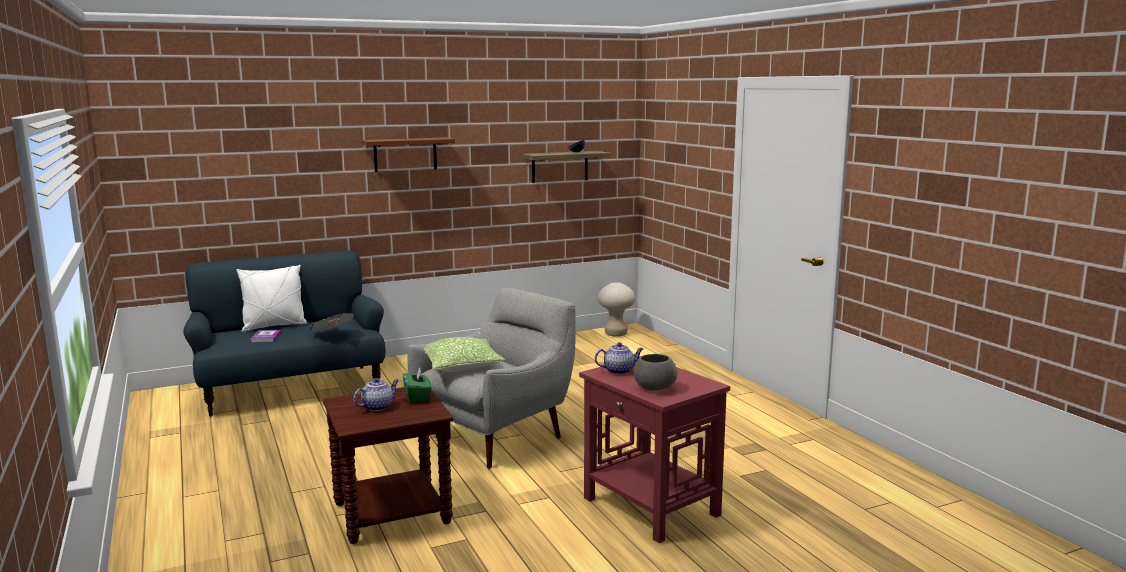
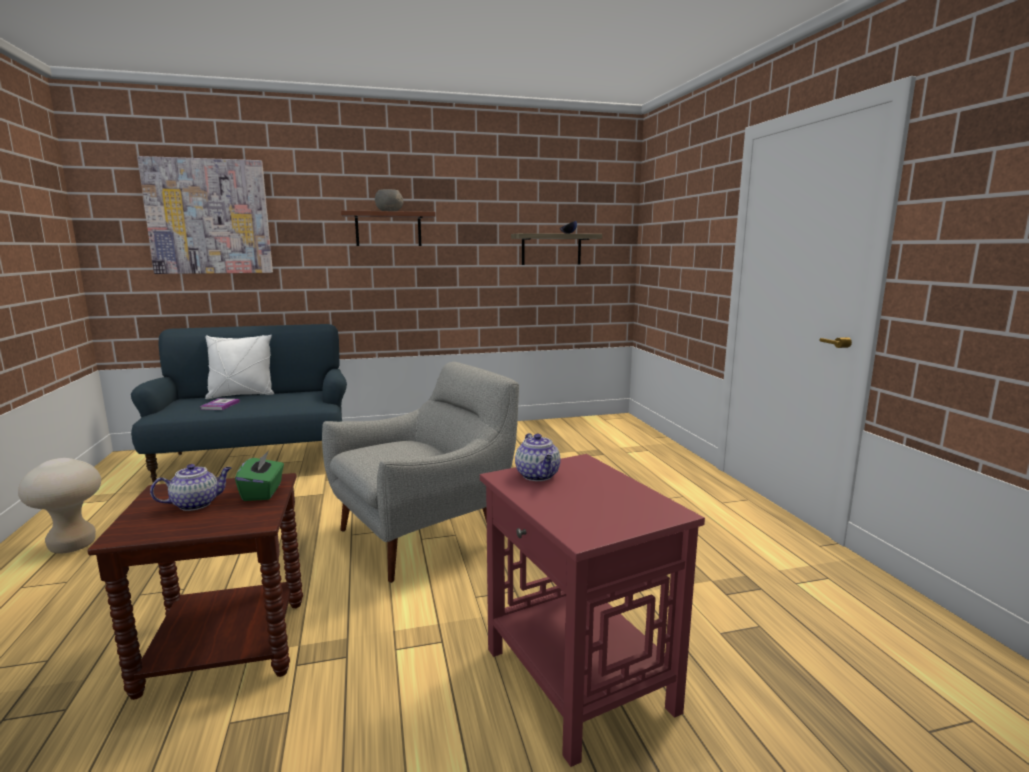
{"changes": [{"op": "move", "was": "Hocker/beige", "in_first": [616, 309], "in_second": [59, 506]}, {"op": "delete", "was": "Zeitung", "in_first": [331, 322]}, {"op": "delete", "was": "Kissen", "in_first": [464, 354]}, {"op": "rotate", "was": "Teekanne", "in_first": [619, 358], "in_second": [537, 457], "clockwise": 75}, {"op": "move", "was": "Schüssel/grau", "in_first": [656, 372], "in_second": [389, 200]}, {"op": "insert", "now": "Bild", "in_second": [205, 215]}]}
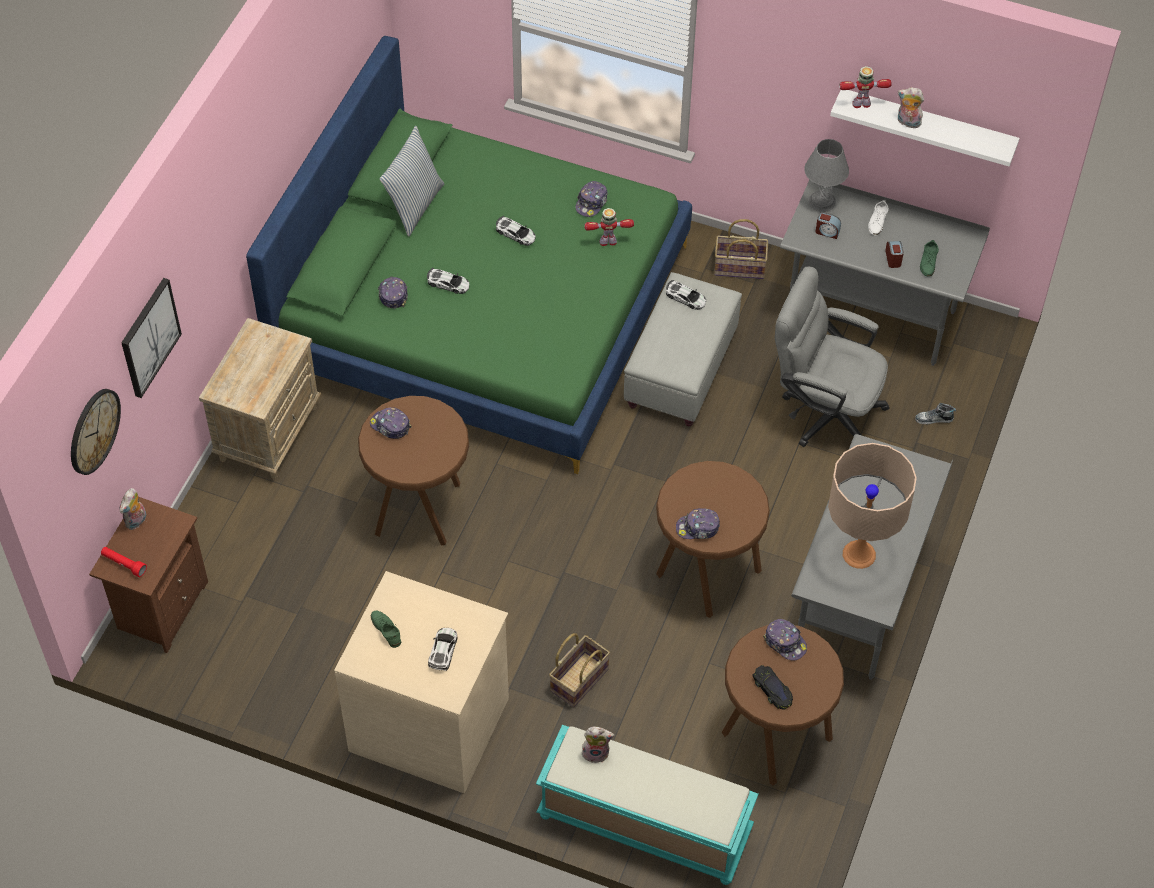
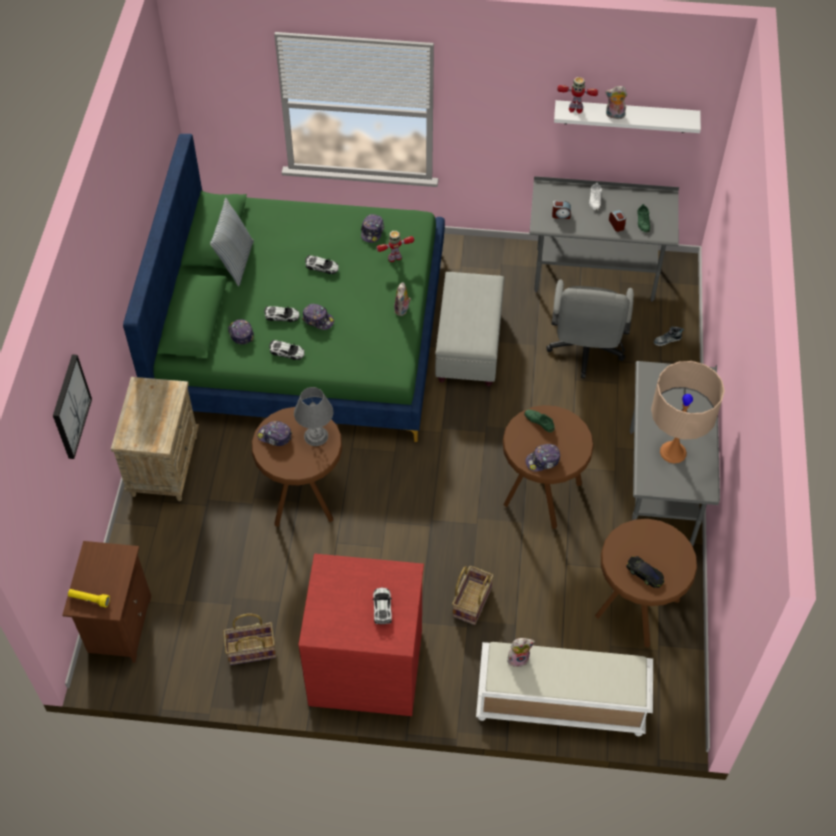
{"changes": [{"op": "rotate", "was": "Spielzeugroboter", "in_first": [865, 87], "in_second": [577, 95], "clockwise": -150}, {"op": "move", "was": "Tischlampe/grau", "in_first": [827, 175], "in_second": [313, 416]}, {"op": "move", "was": "Korb", "in_first": [741, 249], "in_second": [249, 639]}, {"op": "rotate", "was": "Bürostuhl/grau", "in_first": [832, 357], "in_second": [590, 329], "clockwise": -90}, {"op": "move", "was": "Spielzeugauto", "in_first": [686, 295], "in_second": [287, 350]}, {"op": "delete", "was": "Wanduhr", "in_first": [96, 432]}, {"op": "move", "was": "Plüschtier", "in_first": [132, 509], "in_second": [402, 299]}, {"op": "recolor", "was": "Taschenlampe/rot", "now": "Taschenlampe/gelb", "in_first": [124, 562], "in_second": [89, 598]}, {"op": "recolor", "was": "Kommode/beige", "now": "Kommode/rot", "in_first": [421, 682], "in_second": [361, 635]}, {"op": "move", "was": "Schuh/grün", "in_first": [386, 629], "in_second": [539, 421]}, {"op": "move", "was": "Kappe", "in_first": [785, 639], "in_second": [318, 317]}, {"op": "recolor", "was": "Bank/türkis", "now": "Bank/weiß", "in_first": [647, 805], "in_second": [564, 689]}]}
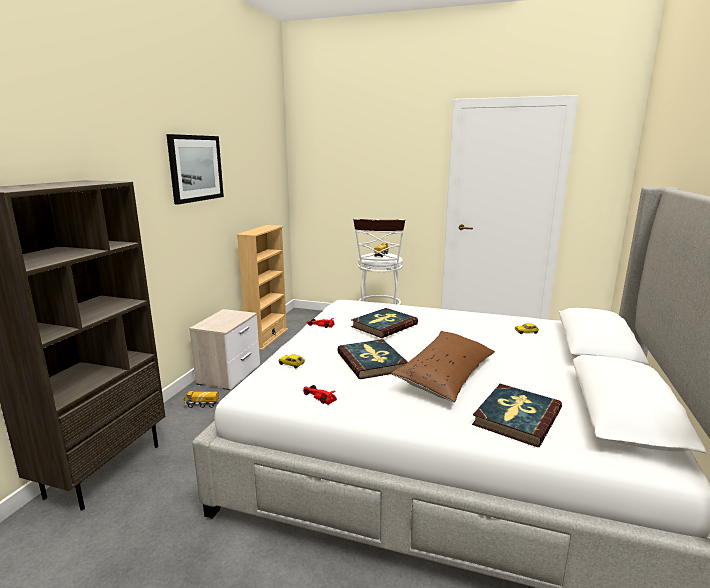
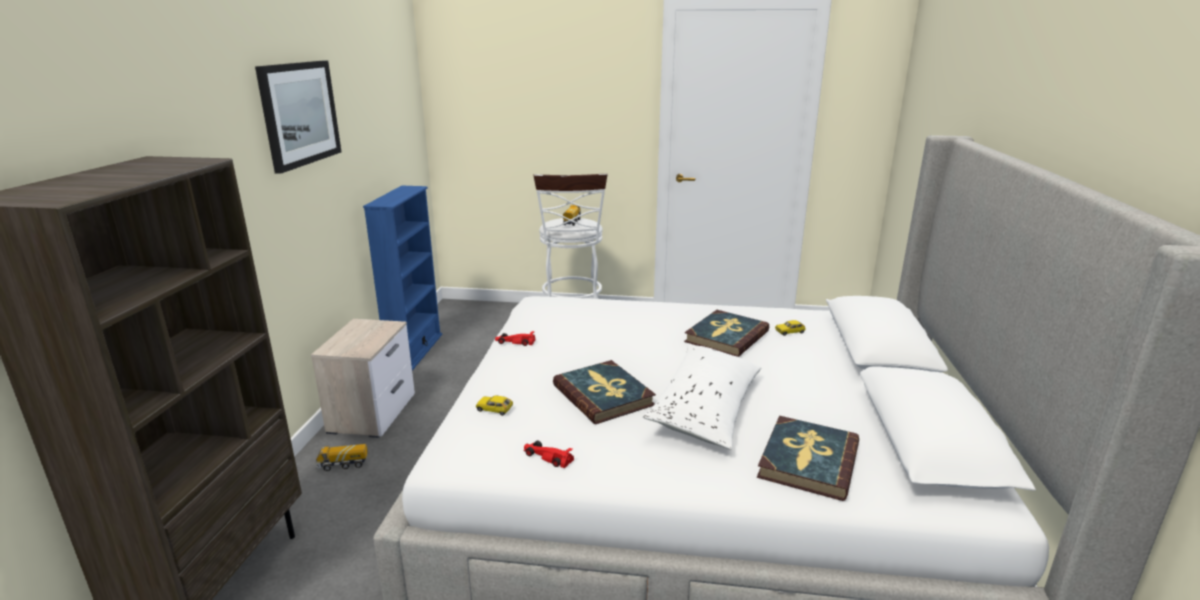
{"changes": [{"op": "recolor", "was": "Bücherregal/beige", "now": "Bücherregal/blau", "in_first": [262, 287], "in_second": [402, 278]}, {"op": "move", "was": "Buch", "in_first": [384, 323], "in_second": [726, 333]}, {"op": "recolor", "was": "Kissen/braun", "now": "Kissen/weiß", "in_first": [443, 366], "in_second": [702, 396]}]}
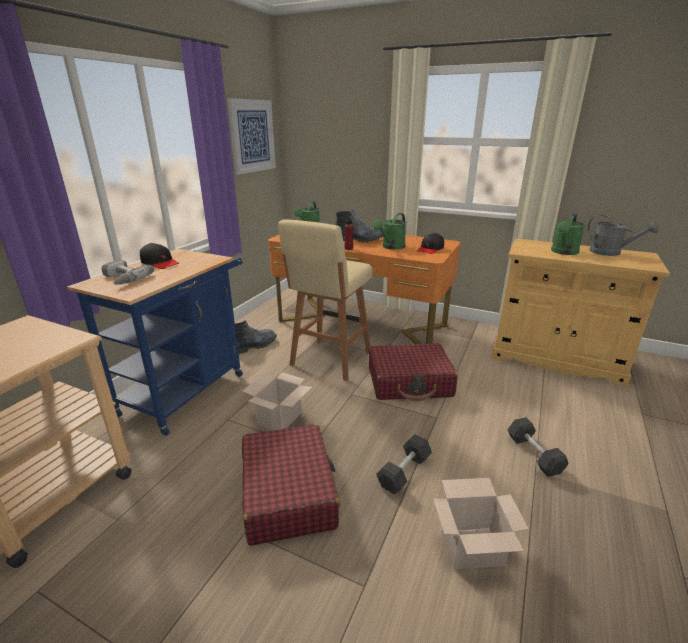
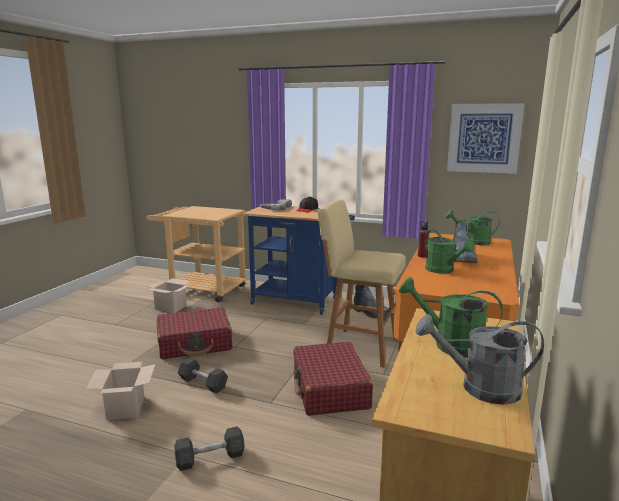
{"changes": [{"op": "rotate", "was": "Gießkanne/grün", "in_first": [389, 231], "in_second": [450, 252], "clockwise": -150}, {"op": "rotate", "was": "Gießkanne/grau", "in_first": [623, 235], "in_second": [480, 359], "clockwise": 60}, {"op": "delete", "was": "Kappe/schwarz", "in_first": [430, 243]}, {"op": "move", "was": "Karton", "in_first": [277, 401], "in_second": [169, 295]}]}
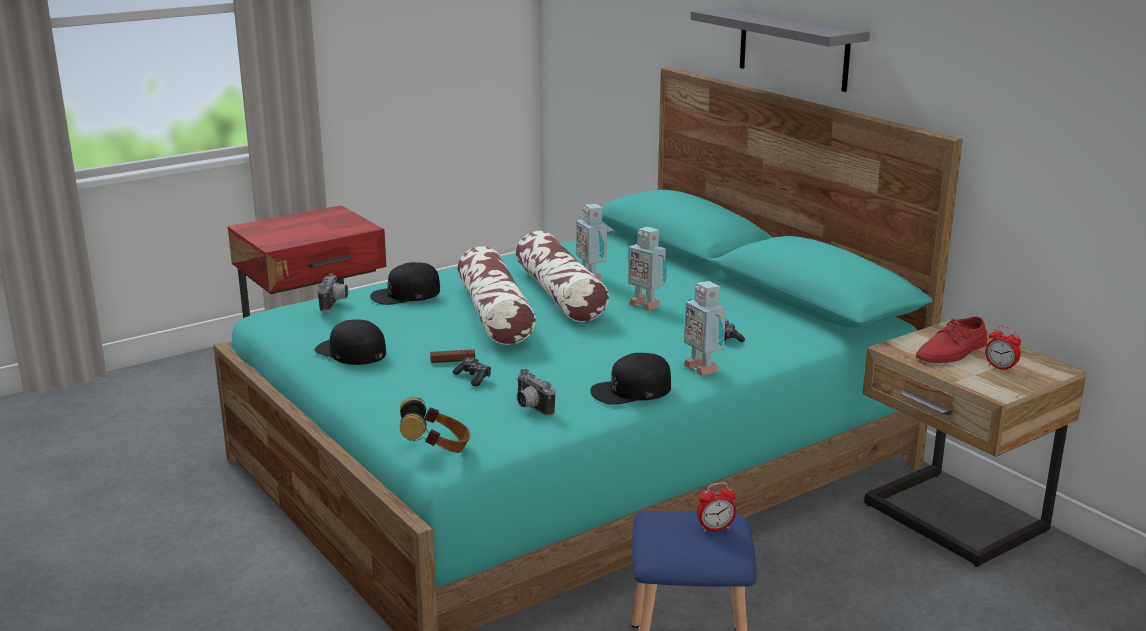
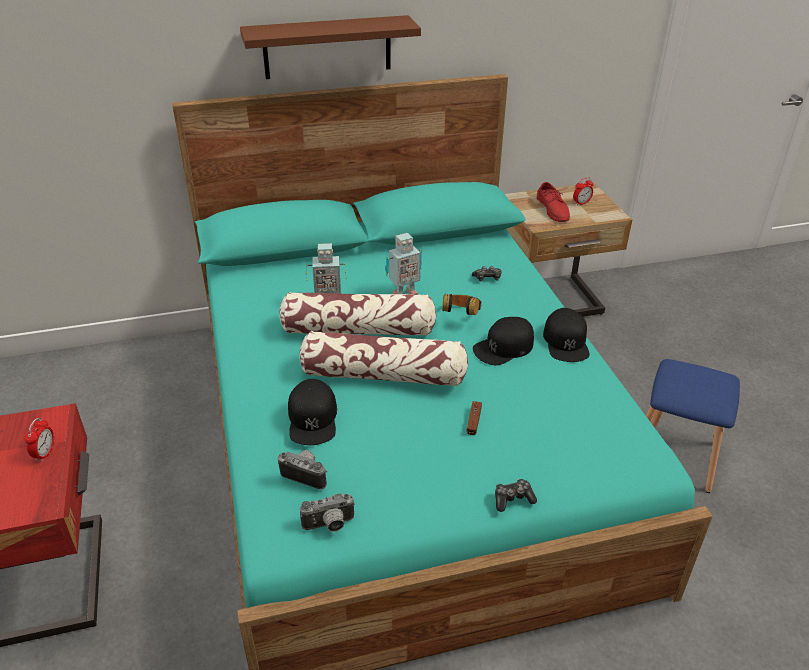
{"changes": [{"op": "recolor", "was": "Wandregal/grau", "now": "Wandregal/braun", "in_first": [780, 49], "in_second": [330, 47]}, {"op": "delete", "was": "Spielzeugroboter", "in_first": [705, 328]}, {"op": "move", "was": "Kappe/schwarz", "in_first": [350, 342], "in_second": [503, 341]}, {"op": "move", "was": "Gamepad", "in_first": [472, 371], "in_second": [516, 495]}, {"op": "move", "was": "Kamera", "in_first": [536, 392], "in_second": [327, 512]}, {"op": "move", "was": "Kopfhörer", "in_first": [435, 425], "in_second": [462, 305]}, {"op": "move", "was": "Wecker", "in_first": [716, 507], "in_second": [39, 440]}]}
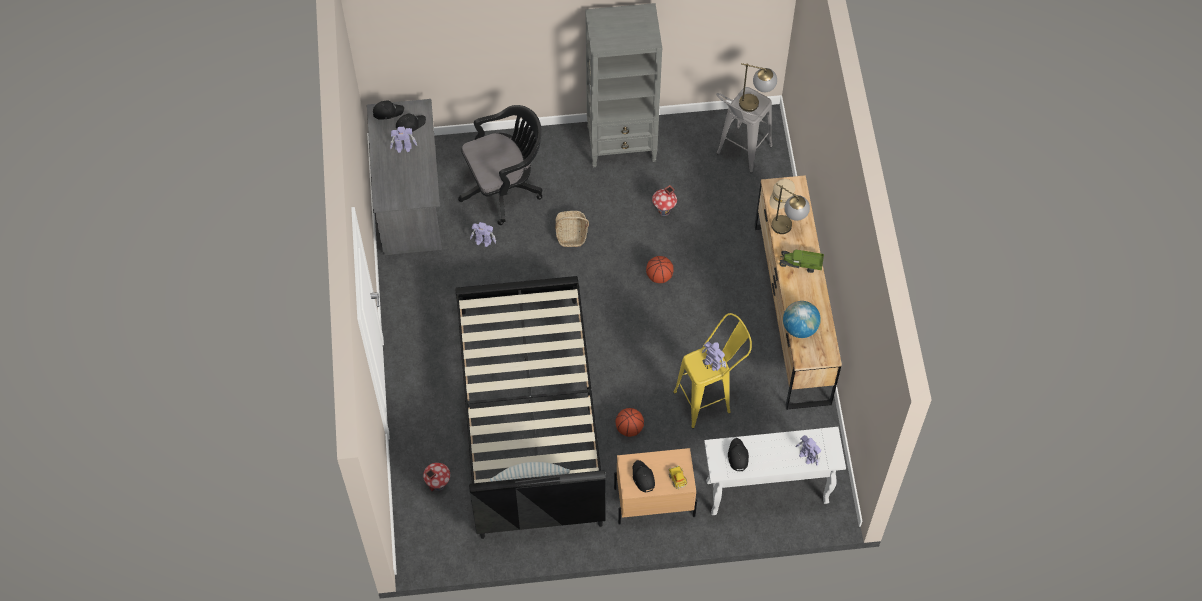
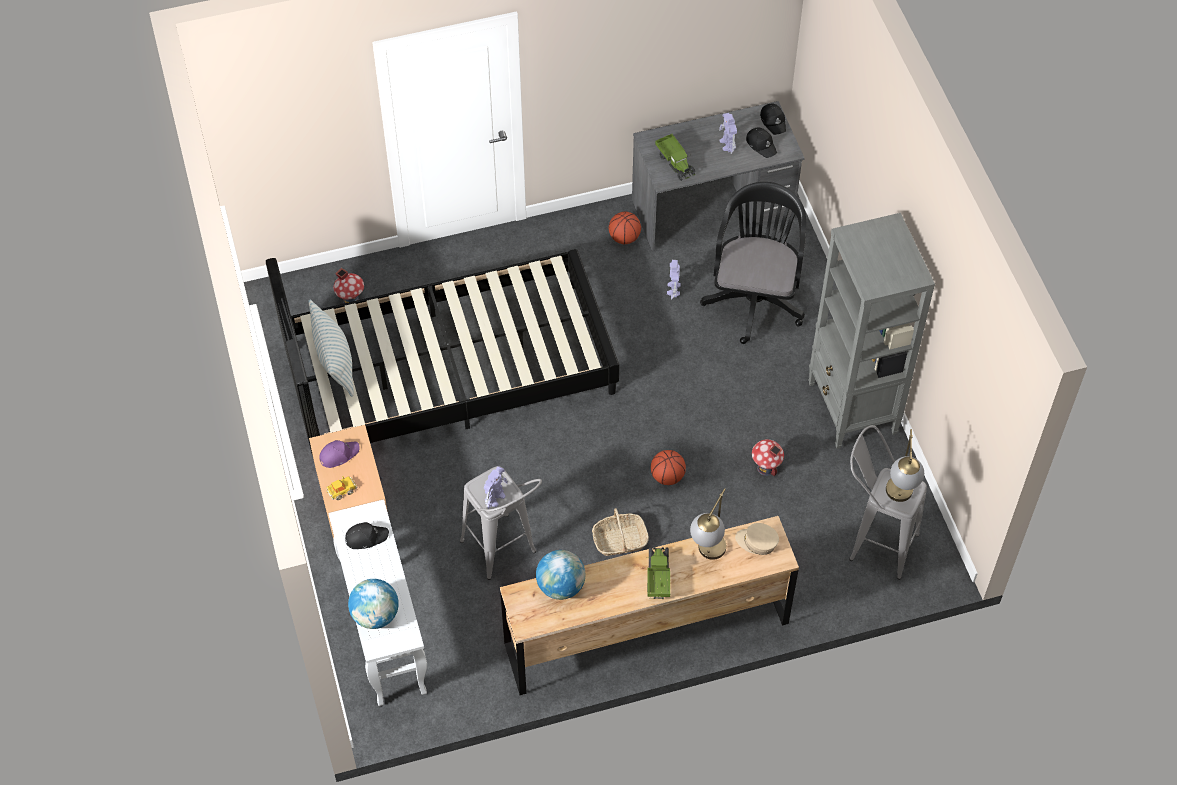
{"changes": [{"op": "rotate", "was": "Bürostuhl/schwarz", "in_first": [500, 165], "in_second": [753, 263], "clockwise": -135}, {"op": "move", "was": "Korb", "in_first": [572, 229], "in_second": [620, 532]}, {"op": "recolor", "was": "Hocker/gelb", "now": "Hocker/grau", "in_first": [712, 371], "in_second": [501, 523]}, {"op": "move", "was": "Basketball", "in_first": [630, 422], "in_second": [625, 228]}, {"op": "replace", "was": "Spielzeugroboter", "now": "Globus", "in_first": [808, 450], "in_second": [373, 604]}, {"op": "recolor", "was": "Kappe/schwarz", "now": "Kappe/lila", "in_first": [644, 476], "in_second": [339, 454]}, {"op": "insert", "now": "Spielzeuglaster", "in_second": [675, 157]}]}
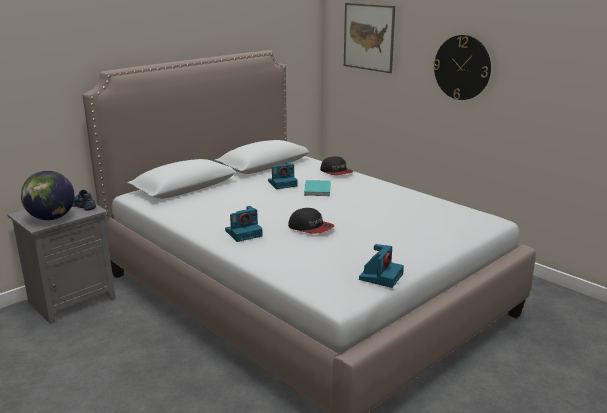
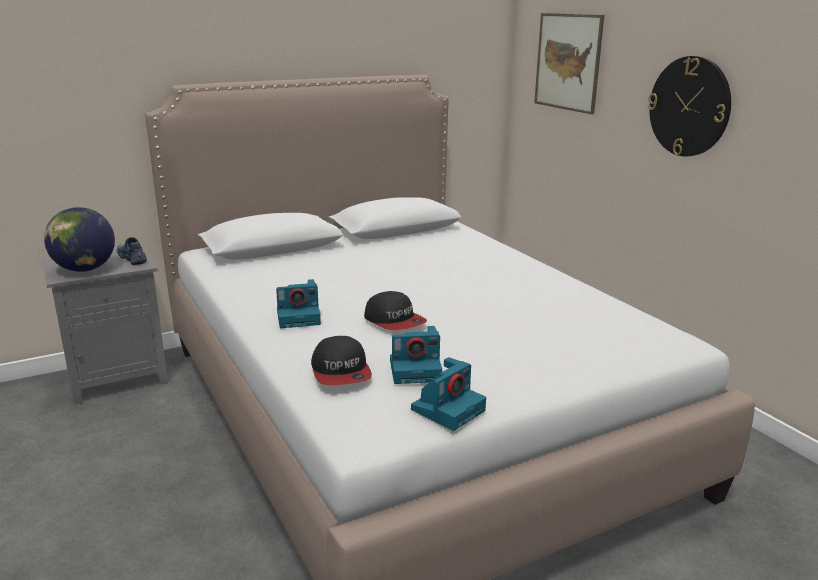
{"changes": [{"op": "move", "was": "Kappe", "in_first": [337, 165], "in_second": [341, 360]}, {"op": "move", "was": "Kamera", "in_first": [283, 175], "in_second": [416, 355]}, {"op": "delete", "was": "Buch/türkis", "in_first": [317, 188]}]}
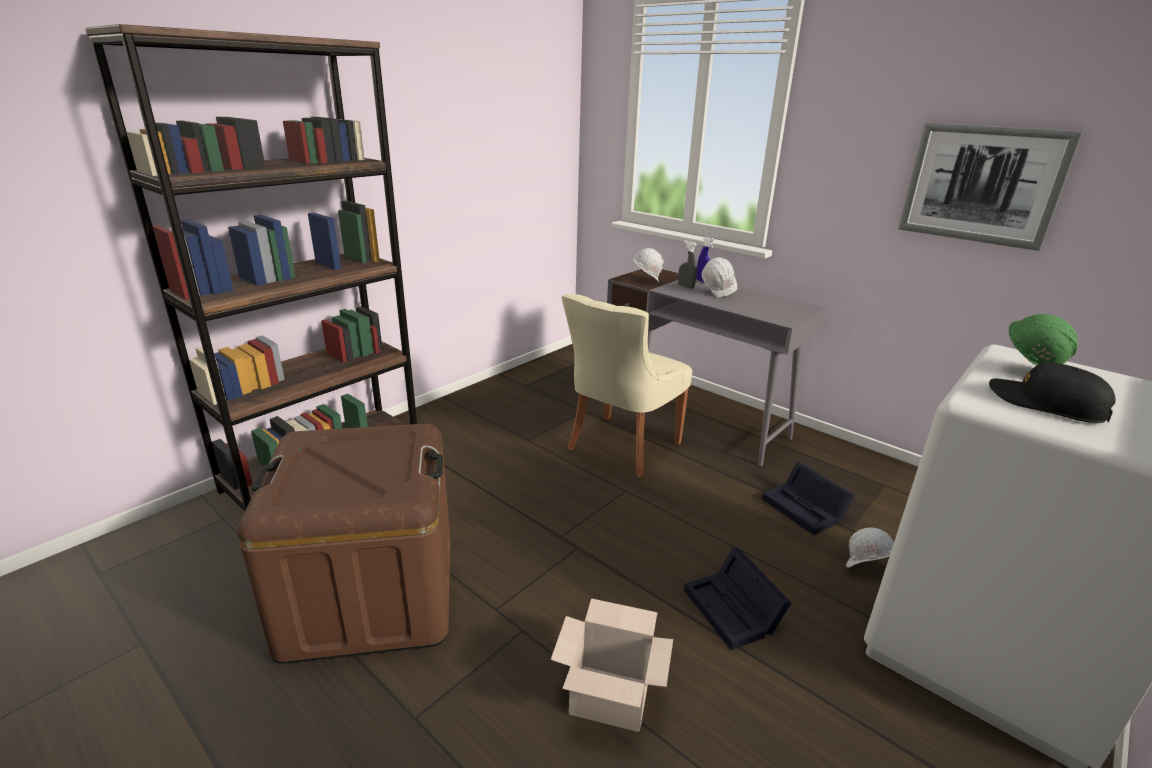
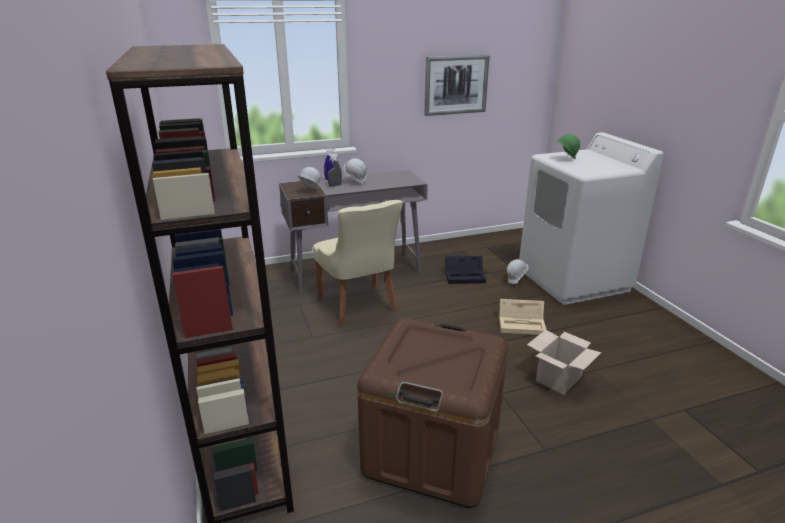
{"changes": [{"op": "delete", "was": "Kappe/schwarz", "in_first": [1052, 392]}, {"op": "recolor", "was": "Aufbewahrungsbox/schwarz", "now": "Aufbewahrungsbox/beige", "in_first": [737, 599], "in_second": [522, 317]}]}
